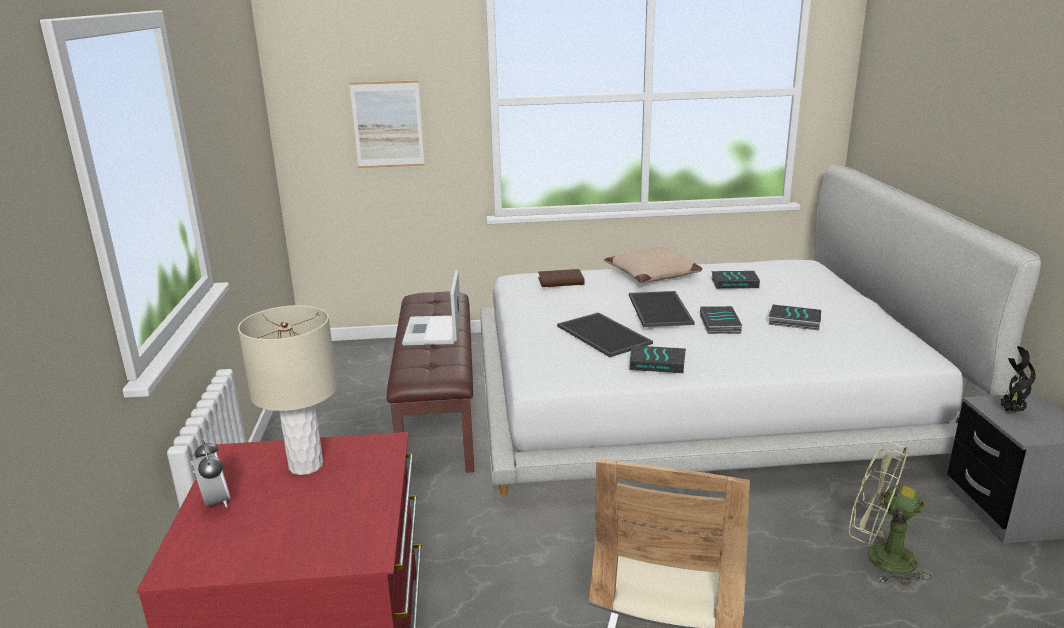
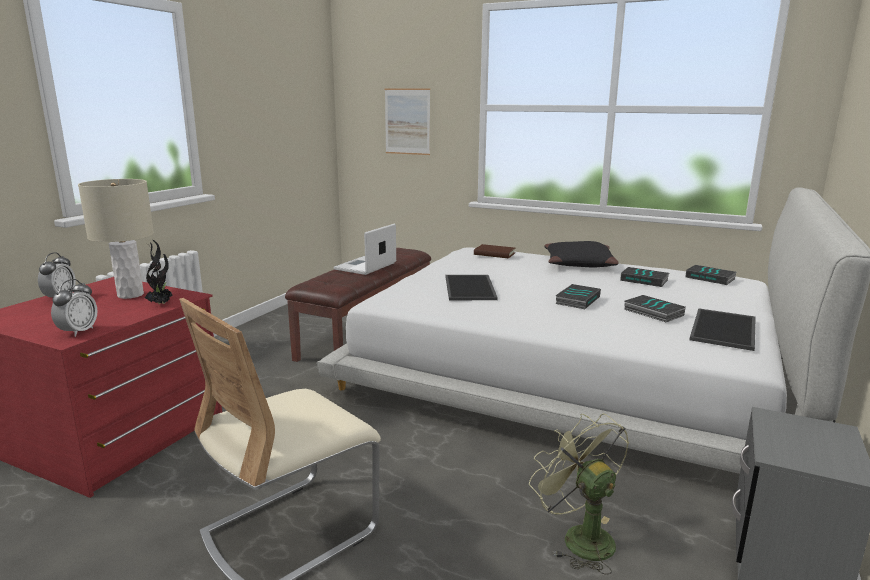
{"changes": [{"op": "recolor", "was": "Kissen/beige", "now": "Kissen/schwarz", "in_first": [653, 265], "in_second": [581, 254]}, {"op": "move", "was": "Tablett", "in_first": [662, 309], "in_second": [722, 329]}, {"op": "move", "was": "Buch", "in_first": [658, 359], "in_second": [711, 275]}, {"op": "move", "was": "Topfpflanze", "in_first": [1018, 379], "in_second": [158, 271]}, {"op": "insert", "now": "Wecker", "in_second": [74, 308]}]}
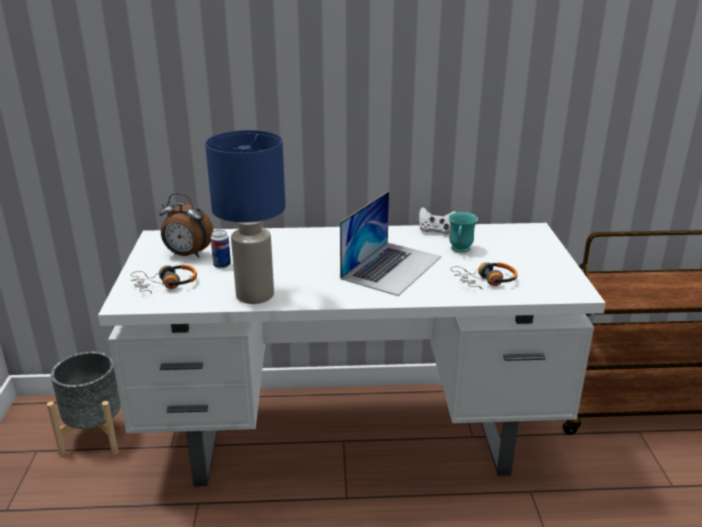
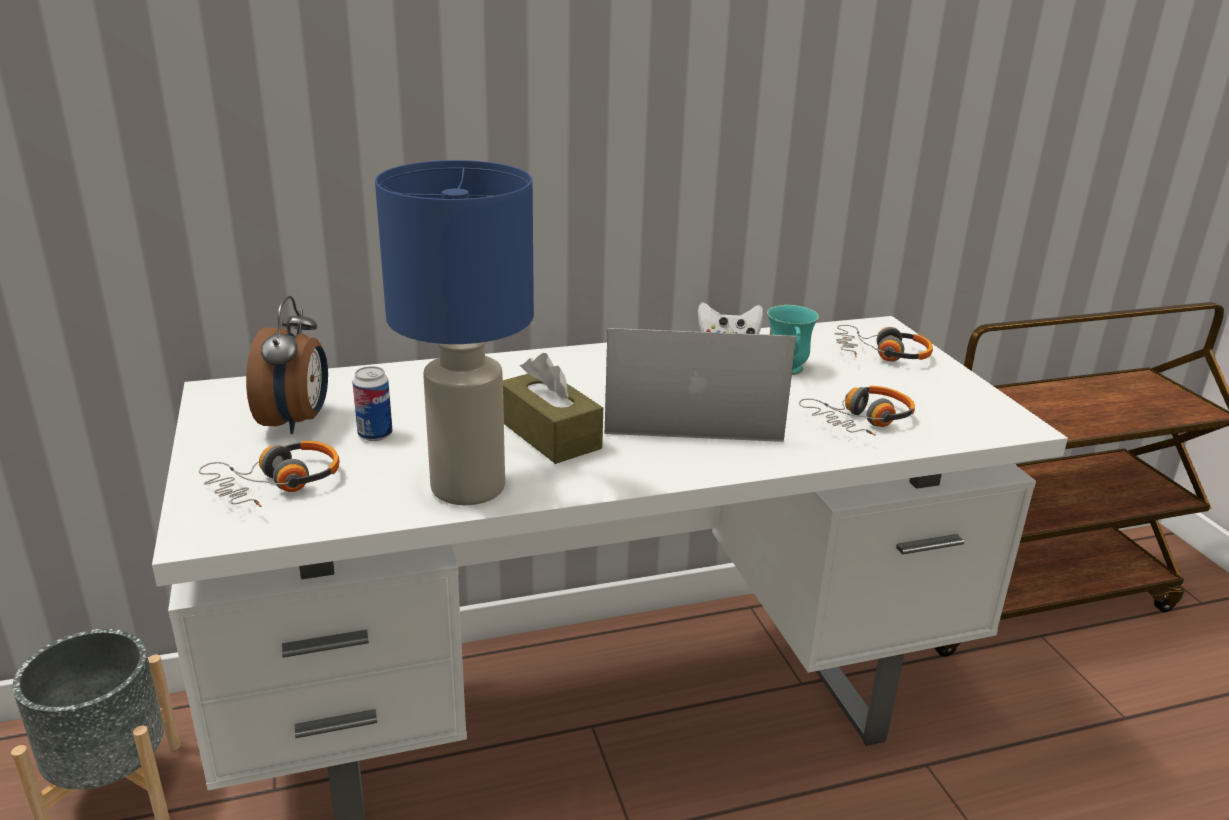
{"changes": [{"op": "rotate", "was": "Laptop", "in_first": [390, 243], "in_second": [700, 385], "clockwise": -105}, {"op": "rotate", "was": "Wecker", "in_first": [186, 225], "in_second": [287, 365], "clockwise": -90}, {"op": "insert", "now": "Kopfhörer", "in_second": [883, 343]}, {"op": "insert", "now": "Taschentuchbox/braun", "in_second": [553, 408]}]}
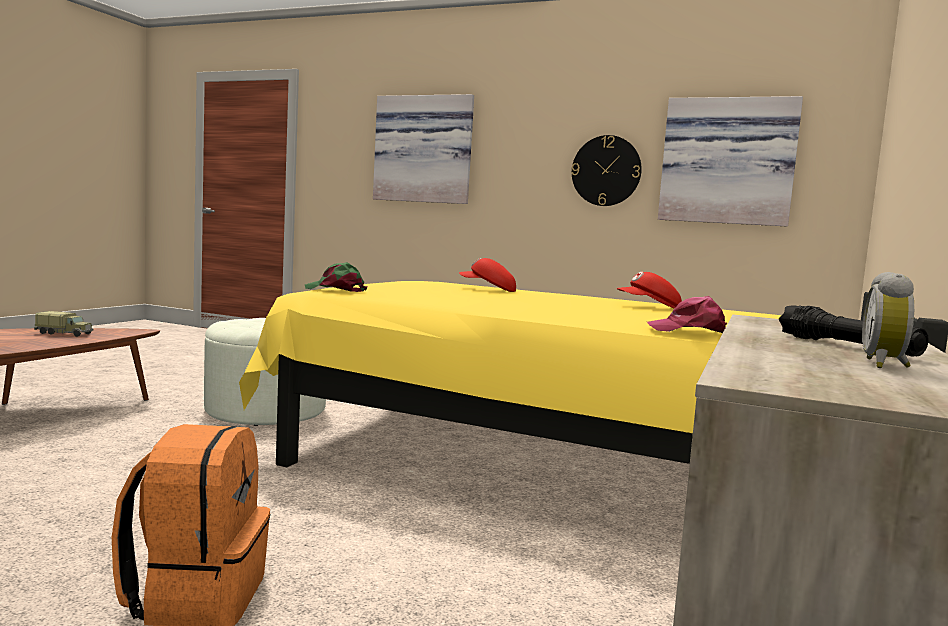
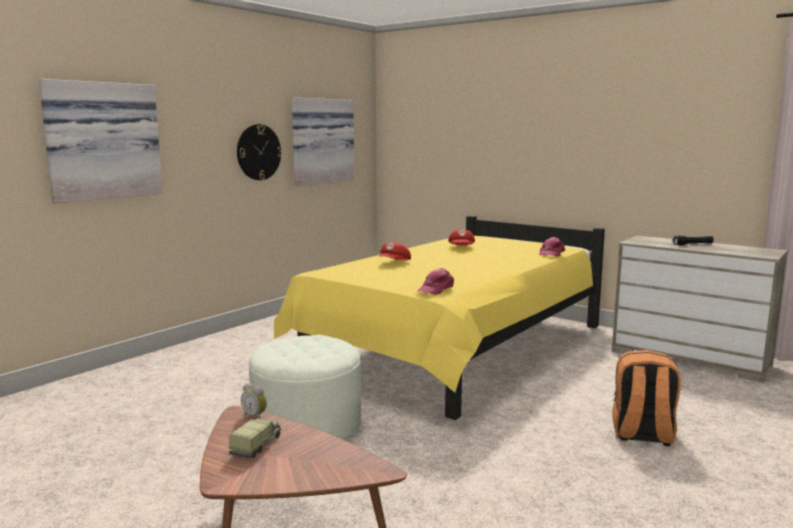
{"changes": [{"op": "recolor", "was": "Kappe/grün", "now": "Kappe/rosa", "in_first": [336, 277], "in_second": [435, 281]}, {"op": "move", "was": "Wecker", "in_first": [888, 320], "in_second": [254, 401]}]}
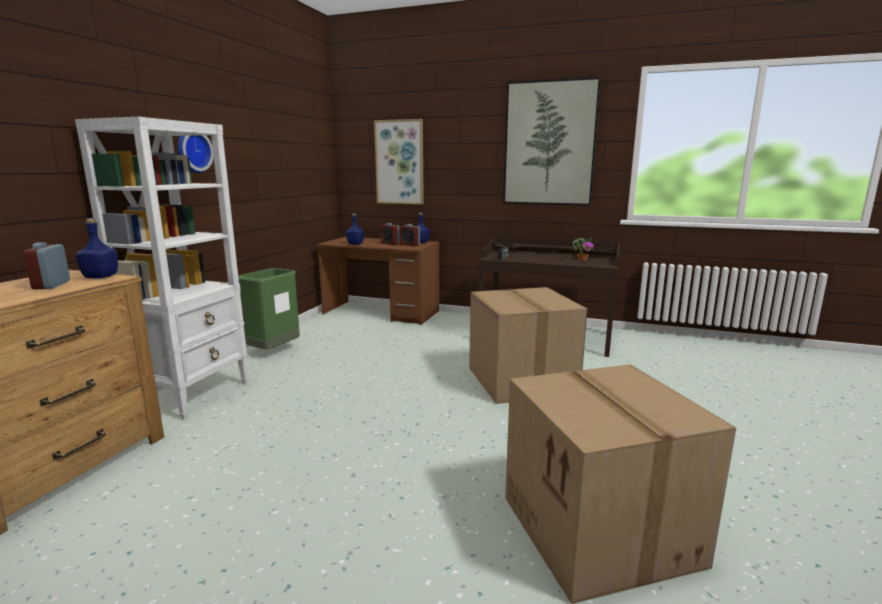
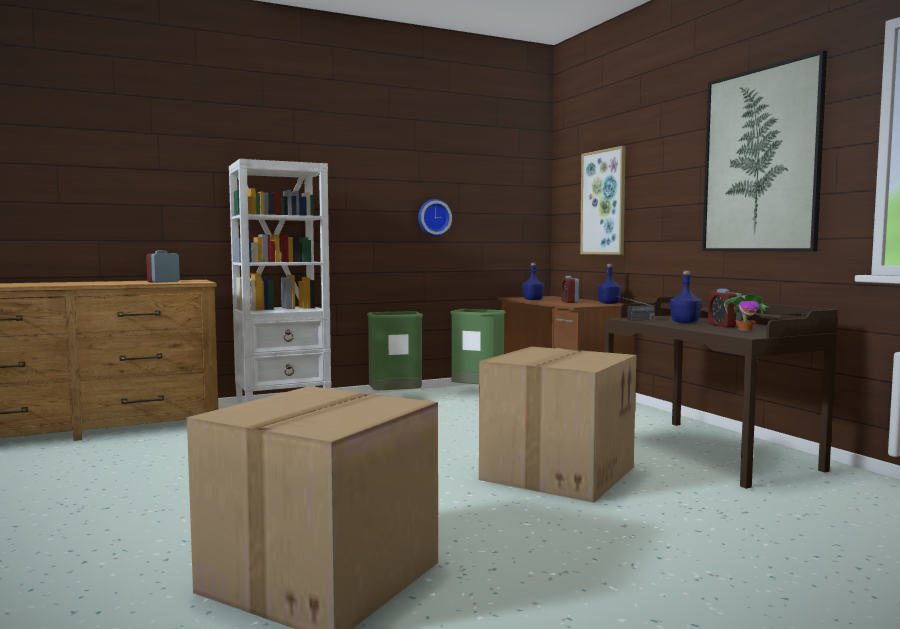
{"changes": [{"op": "move", "was": "Wanduhr", "in_first": [196, 154], "in_second": [435, 217]}, {"op": "move", "was": "Flasche/blau", "in_first": [96, 248], "in_second": [686, 297]}, {"op": "move", "was": "Wecker", "in_first": [410, 235], "in_second": [725, 308]}, {"op": "insert", "now": "Mülleimer/grün", "in_second": [478, 346]}]}
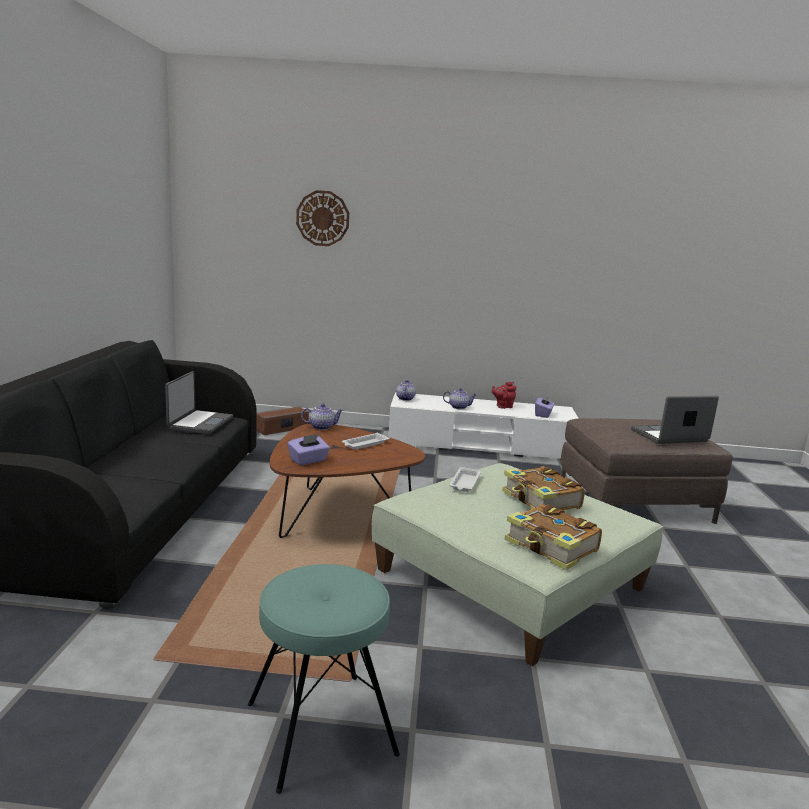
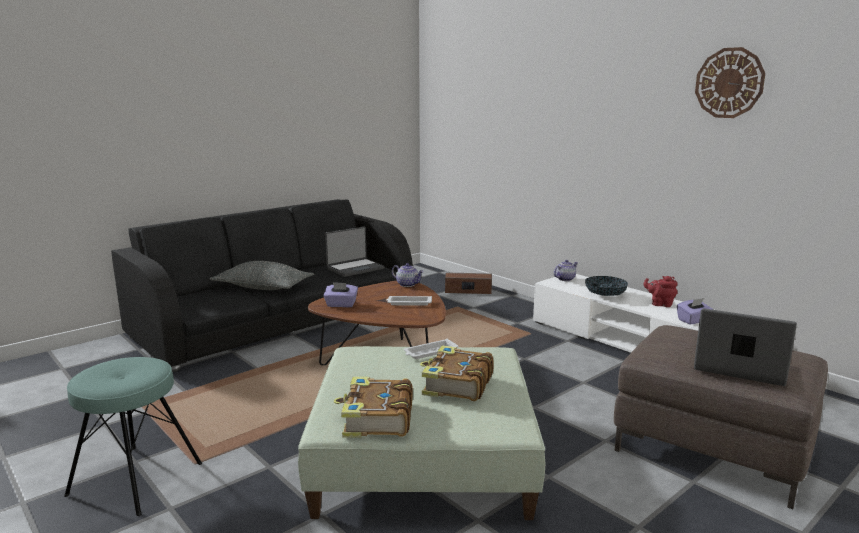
{"changes": [{"op": "move", "was": "Wanduhr", "in_first": [322, 218], "in_second": [730, 82]}, {"op": "replace", "was": "Teekanne", "now": "Schüssel", "in_first": [460, 398], "in_second": [606, 286]}, {"op": "insert", "now": "Kissen/grau", "in_second": [261, 275]}]}
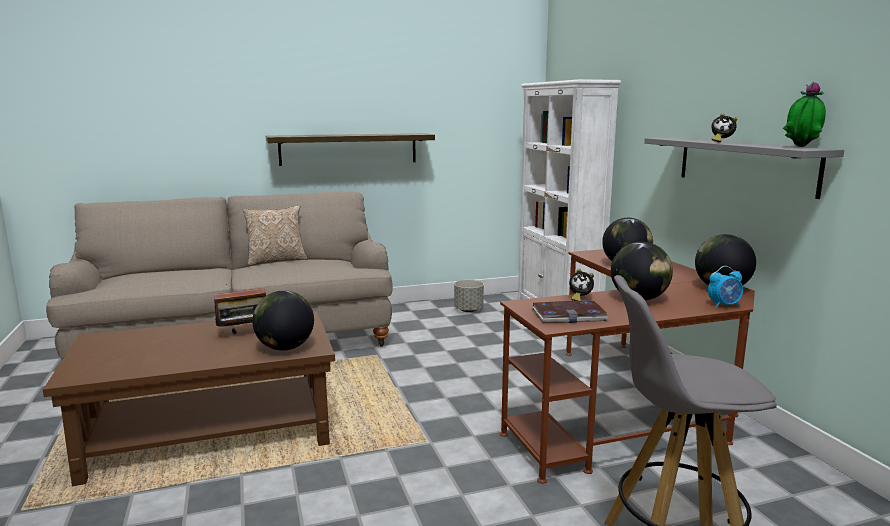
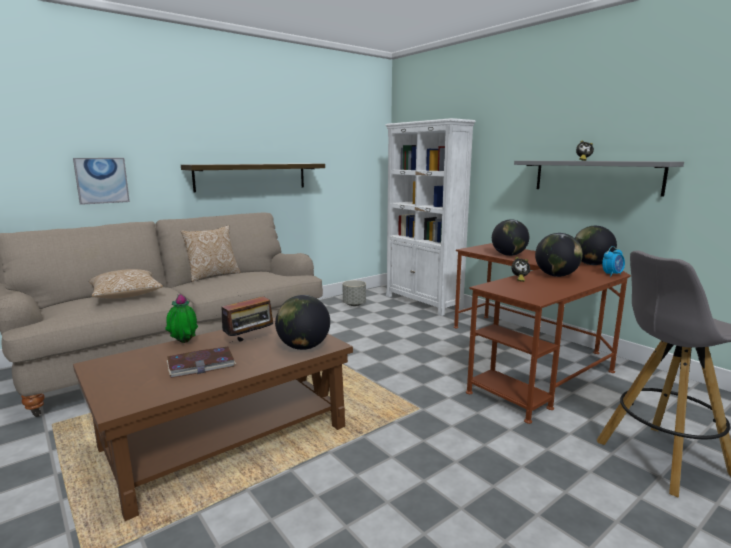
{"changes": [{"op": "move", "was": "Topfpflanze", "in_first": [804, 114], "in_second": [181, 318]}, {"op": "move", "was": "Buch", "in_first": [570, 312], "in_second": [201, 362]}, {"op": "insert", "now": "Bild", "in_second": [101, 181]}, {"op": "insert", "now": "Kissen", "in_second": [126, 284]}]}
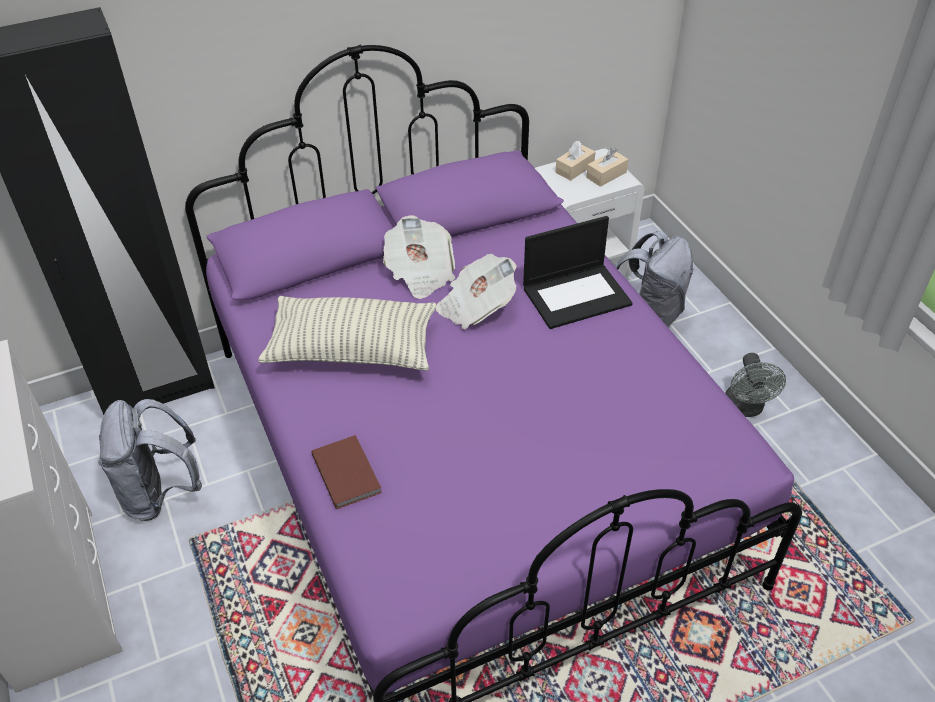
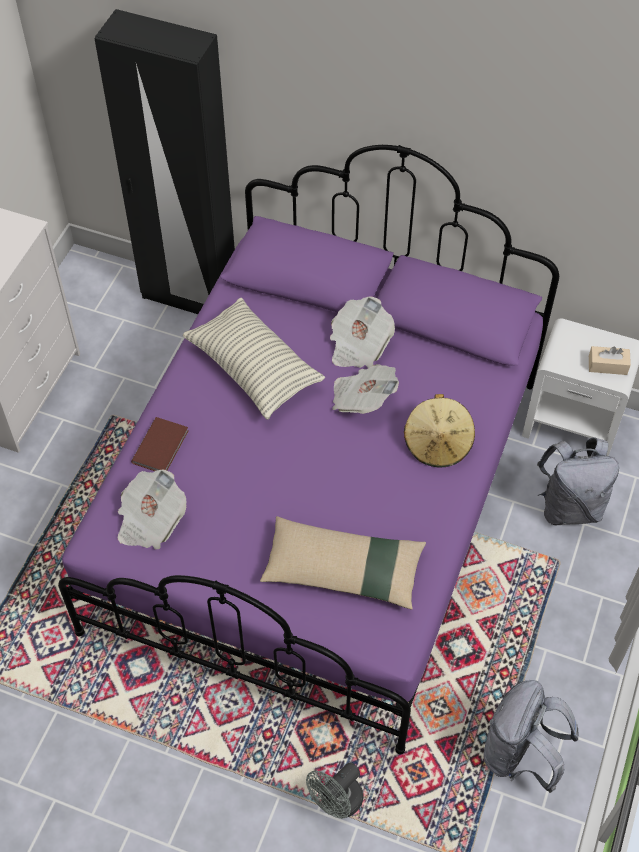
{"changes": [{"op": "delete", "was": "Taschentuchbox/beige", "in_first": [575, 161]}, {"op": "replace", "was": "Laptop", "now": "Hut/beige", "in_first": [578, 272], "in_second": [439, 430]}, {"op": "move", "was": "Ventilator/grau", "in_first": [755, 385], "in_second": [335, 791]}, {"op": "move", "was": "Rucksack/grau", "in_first": [150, 460], "in_second": [531, 736]}, {"op": "insert", "now": "Zeitung", "in_second": [152, 509]}, {"op": "insert", "now": "Kissen/beige", "in_second": [343, 563]}]}
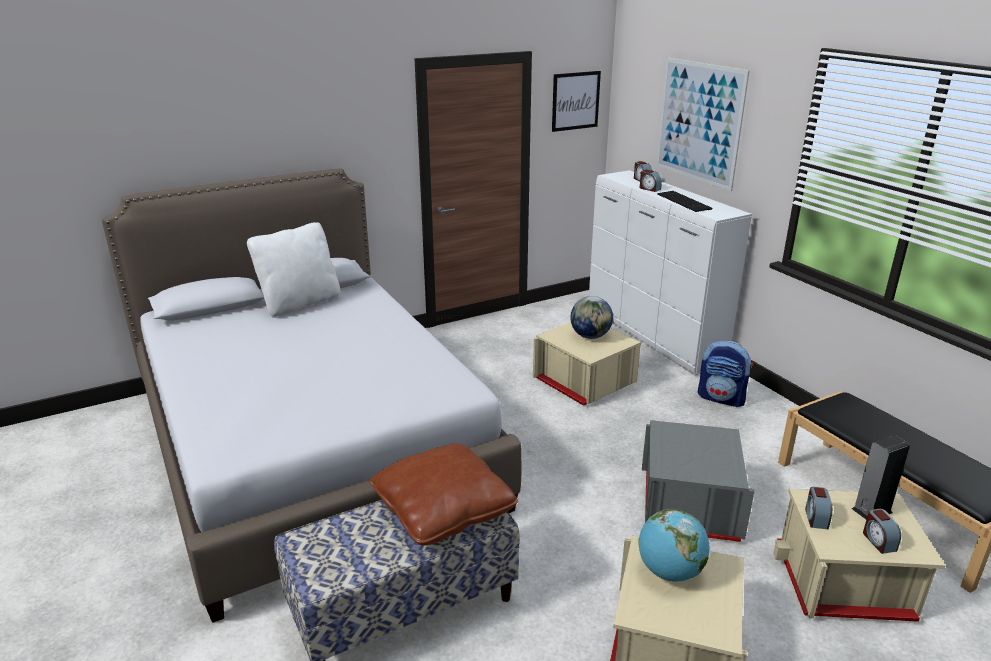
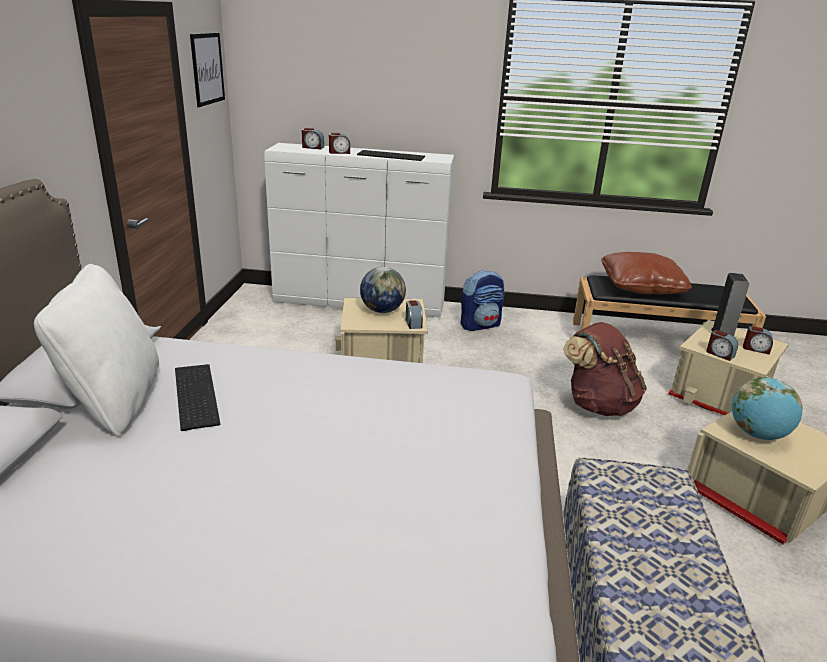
{"changes": [{"op": "delete", "was": "Bild", "in_first": [703, 124]}, {"op": "replace", "was": "Aufbewahrungsbox/grau", "now": "Rucksack/braun", "in_first": [698, 481], "in_second": [605, 369]}, {"op": "move", "was": "Kissen/braun", "in_first": [444, 494], "in_second": [646, 273]}, {"op": "insert", "now": "Wecker", "in_second": [414, 314]}, {"op": "insert", "now": "Tastatur", "in_second": [197, 397]}]}
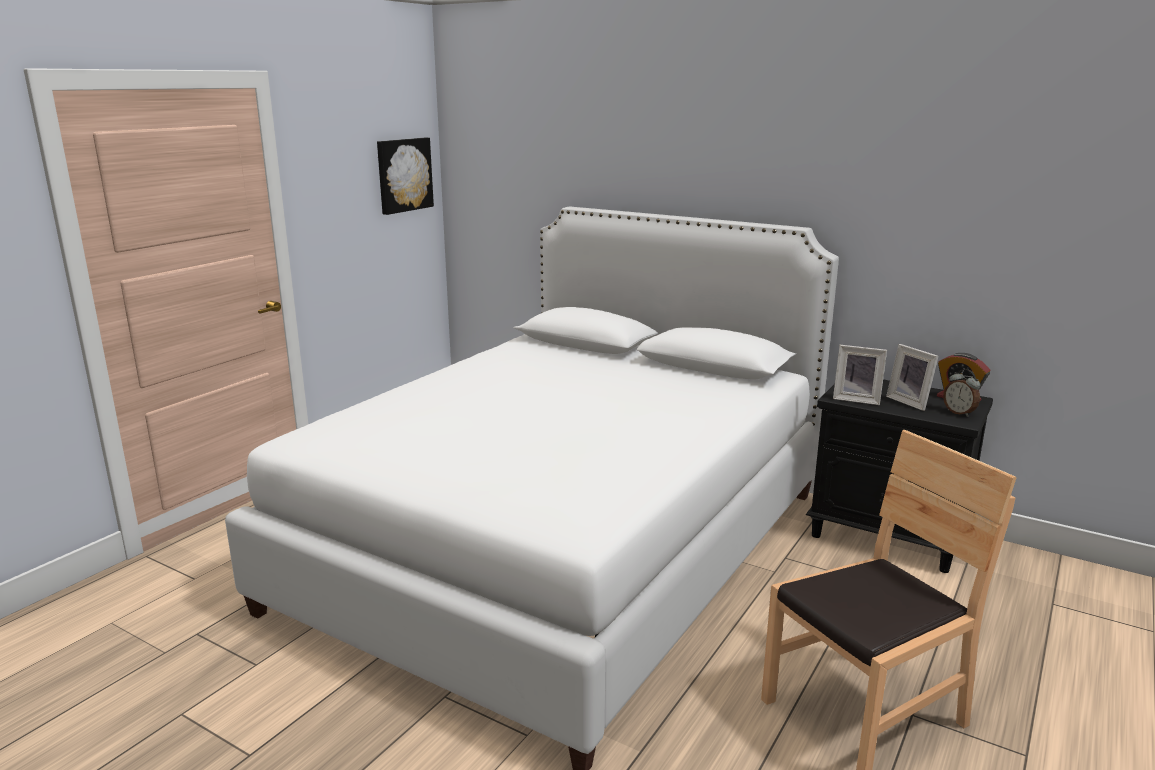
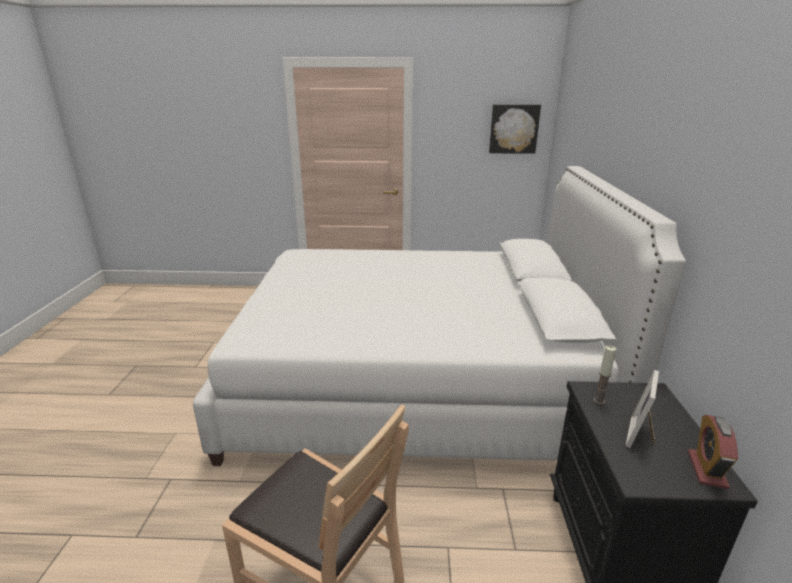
{"changes": [{"op": "replace", "was": "Bilderrahmen", "now": "Kerze", "in_first": [860, 375], "in_second": [605, 374]}, {"op": "delete", "was": "Wecker", "in_first": [962, 393]}]}
